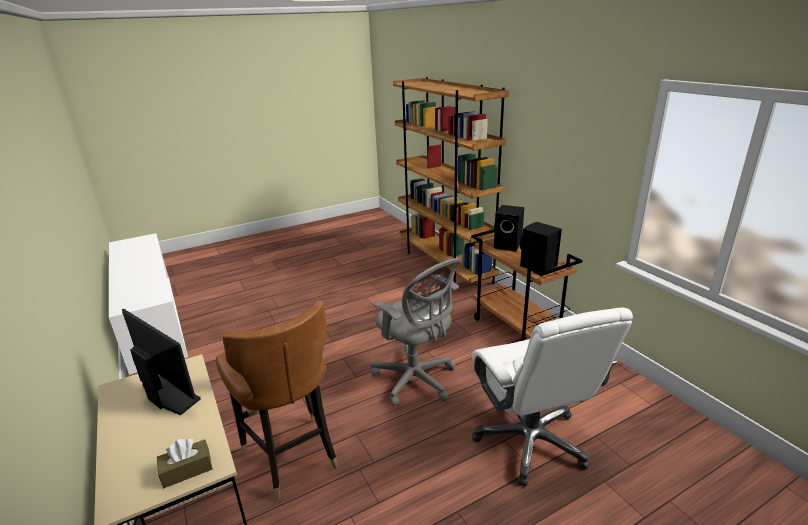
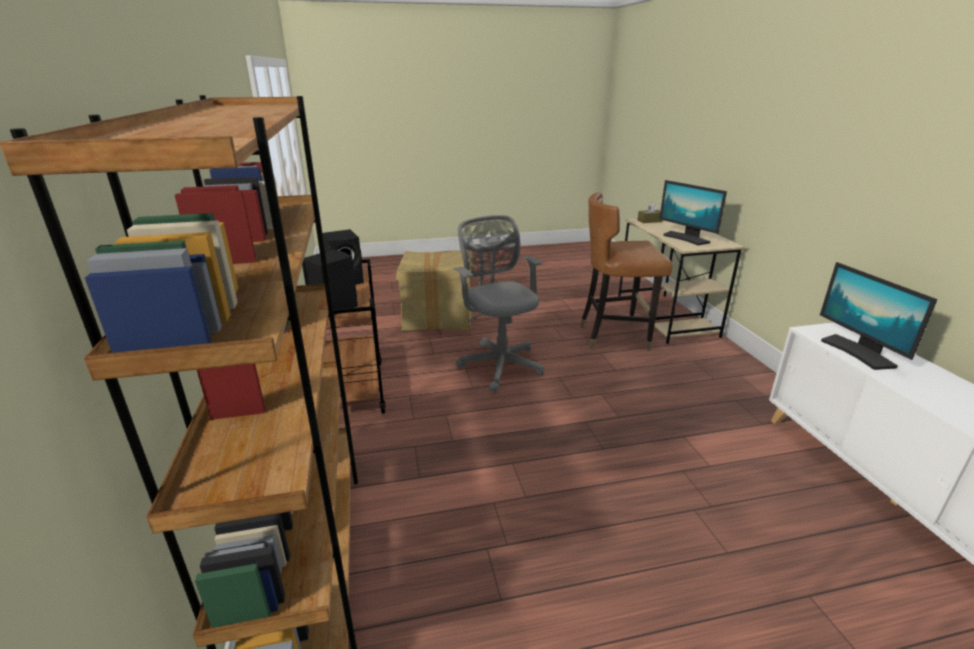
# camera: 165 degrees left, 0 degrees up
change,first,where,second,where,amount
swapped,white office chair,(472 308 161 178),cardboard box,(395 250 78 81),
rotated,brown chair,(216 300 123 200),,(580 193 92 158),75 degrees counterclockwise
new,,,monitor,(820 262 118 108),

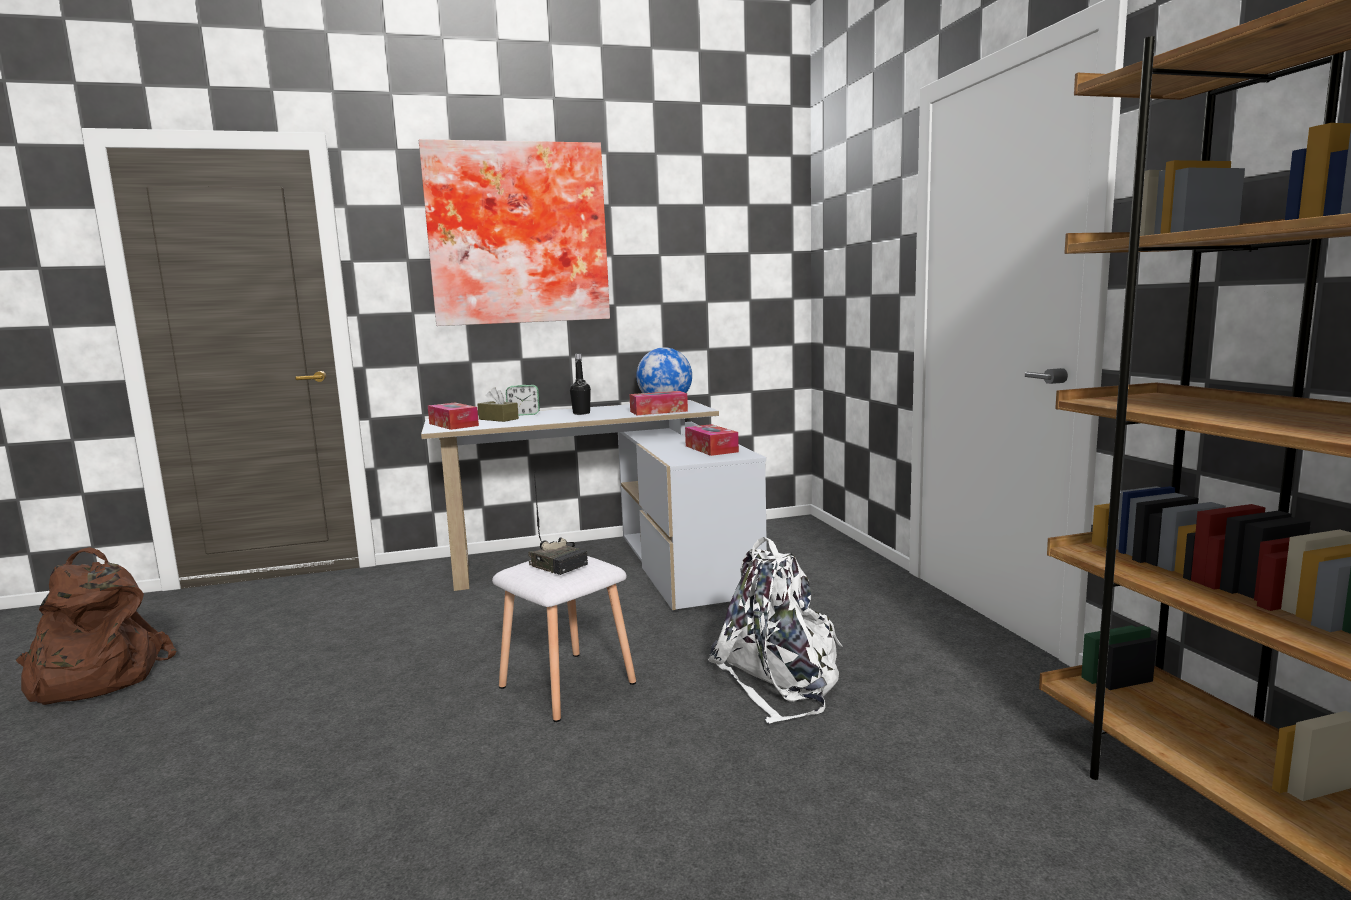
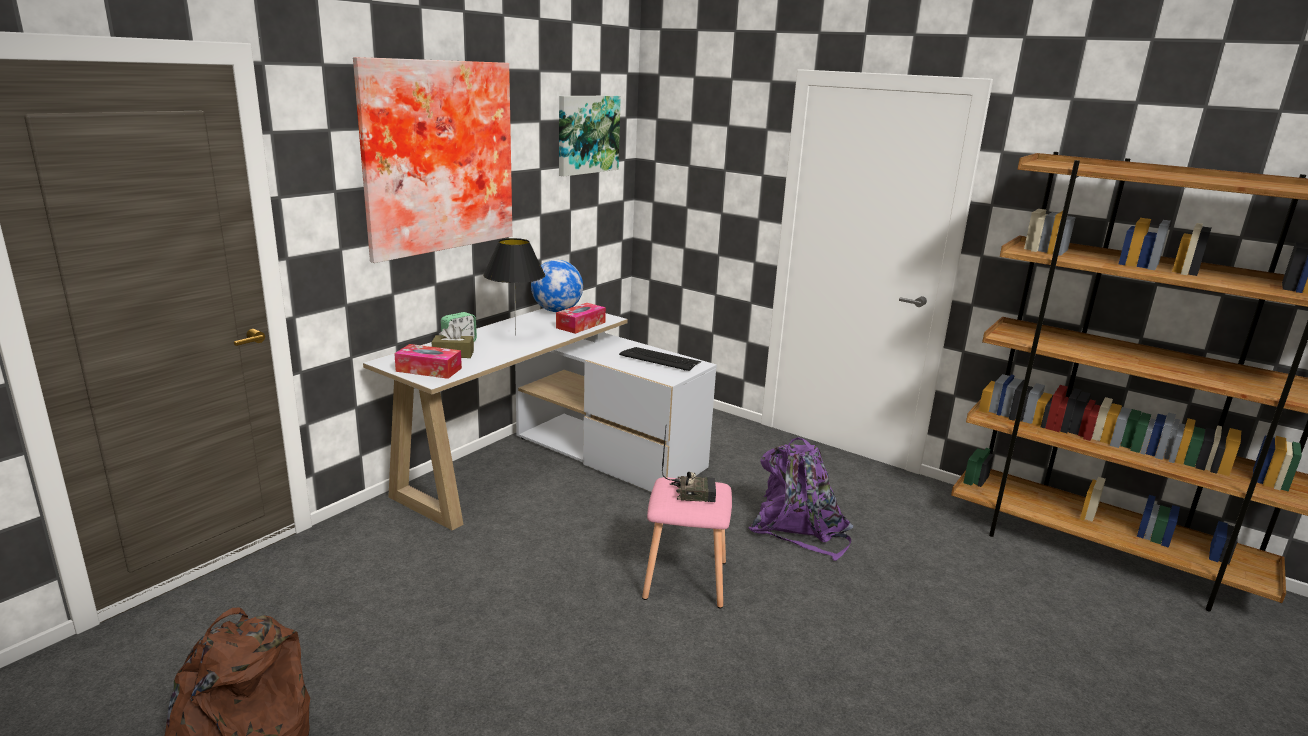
# camera: 40 degrees left, 10 degrees up
change,first,where,second,where,amount
swapped,black bottle,(570 353 21 62),black table lamp,(483 238 62 98),
new,,,picture,(559 95 62 81),
swapped,tissue box,(685 424 54 32),keyboard,(619 347 82 24),
repainted,white stool,(492 556 144 166),pink stool,(642 477 90 132),
repainted,white backpack,(708 537 135 187),purple backpack,(748 438 106 123),

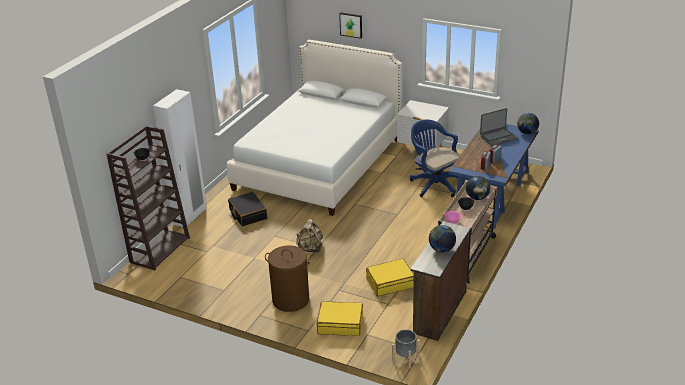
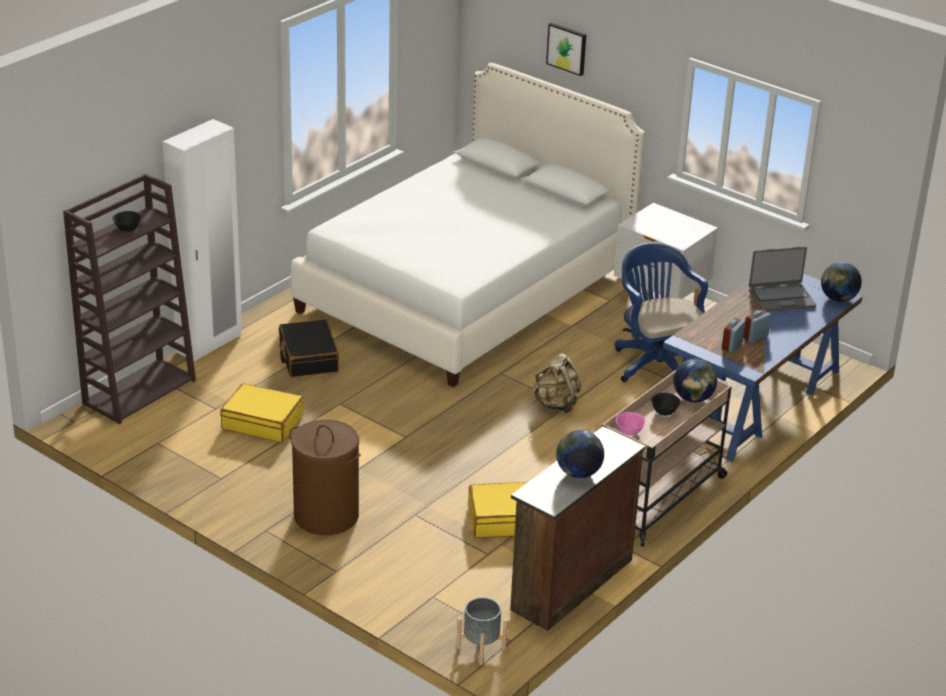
# camera: 10 degrees right, 0 degrees up
change,first,where,second,where,amount
shifted,yellow suitcase,(317 301 46 35),,(220 383 84 59),
shifted,beige backpack,(296 219 27 34),,(532 353 50 60),

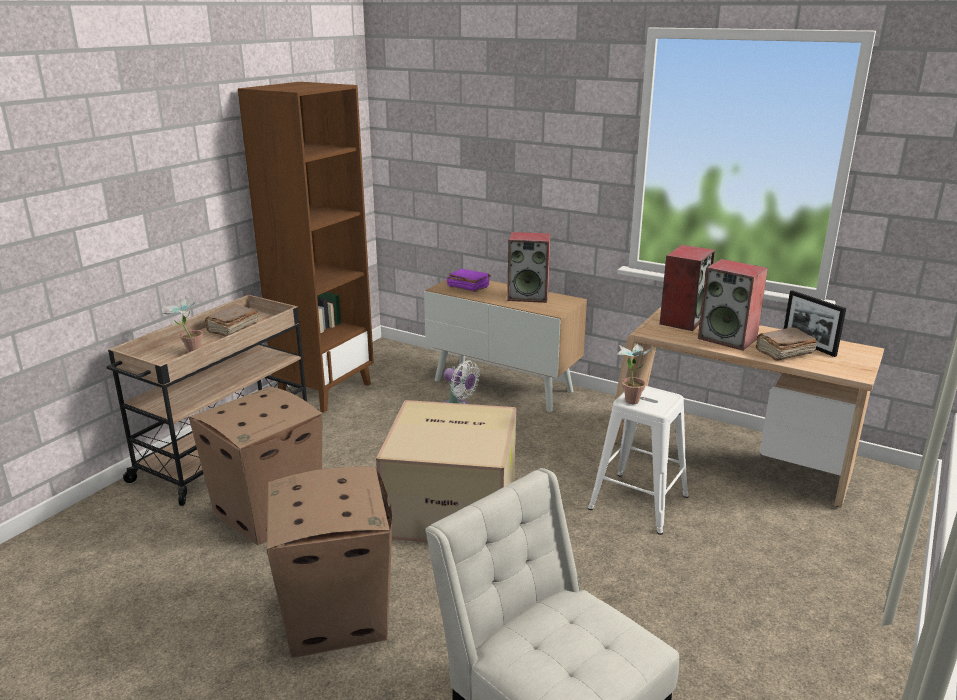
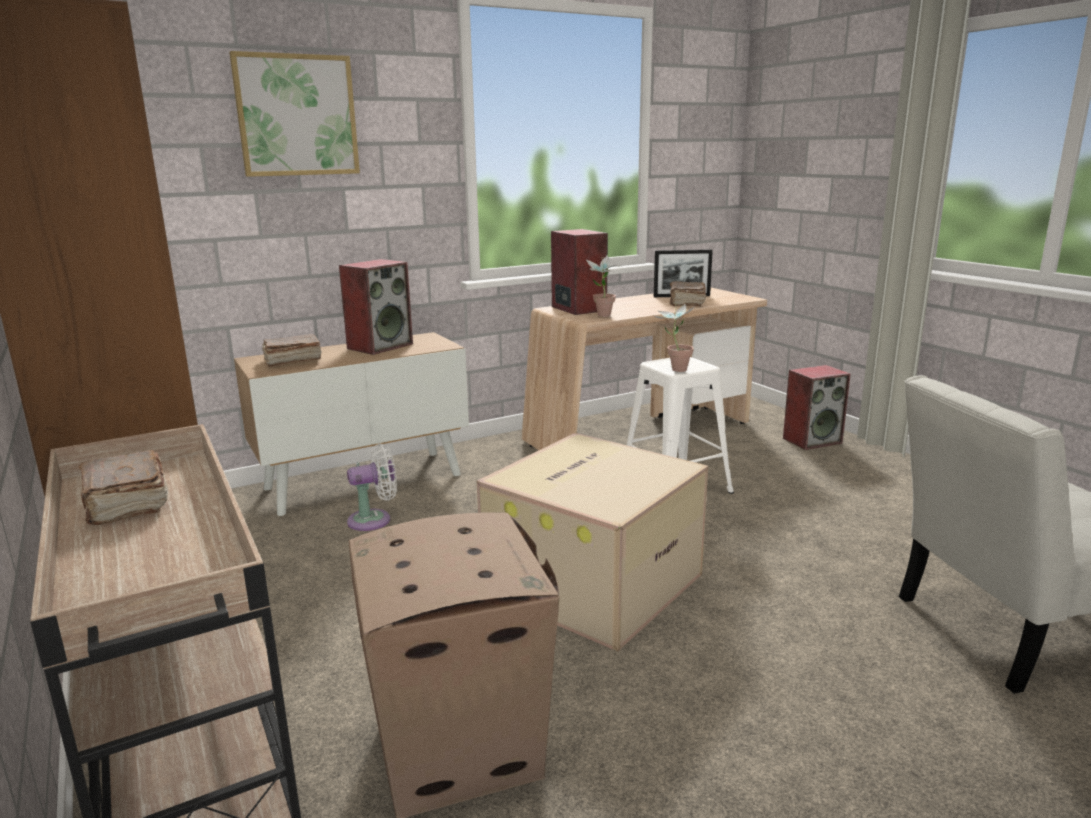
# camera: 60 degrees left, 5 degrees down
change,first,where,second,where,amount
new,,,picture,(229 51 131 126),
repainted,purple book,(447 268 44 24),brown book,(262 334 60 33),
shifted,potted plant,(163 296 40 57),,(586 256 35 61),
shifted,speaker,(698 259 70 91),,(783 365 68 85),
gone,cardboard box,(267 467 125 191),,,

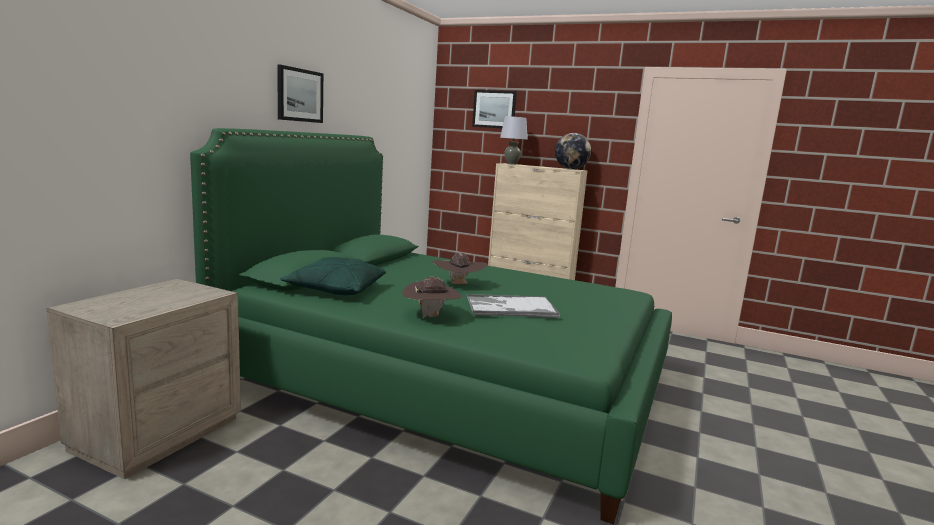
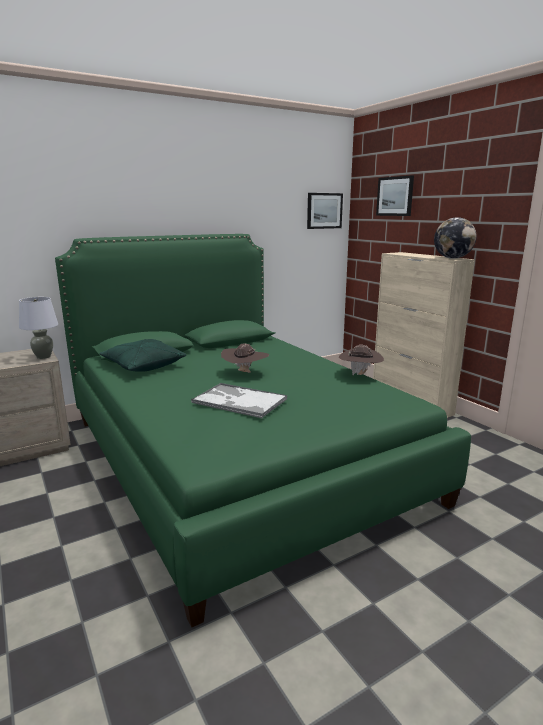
# camera: 35 degrees right, 5 degrees up
change,first,where,second,where,amount
shifted,grey table lamp,(500 116 28 49),,(19 297 39 62),
shifted,picture,(277 65 46 58),,(307 193 36 36),
shifted,brown hat,(402 277 60 42),,(339 345 45 30),

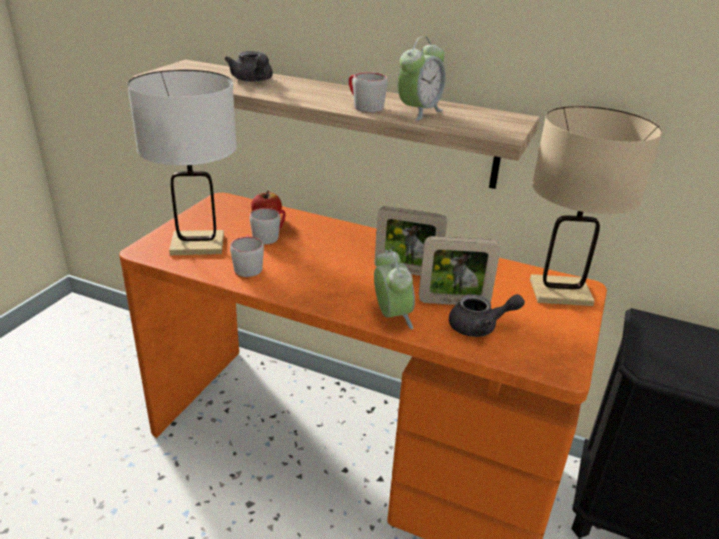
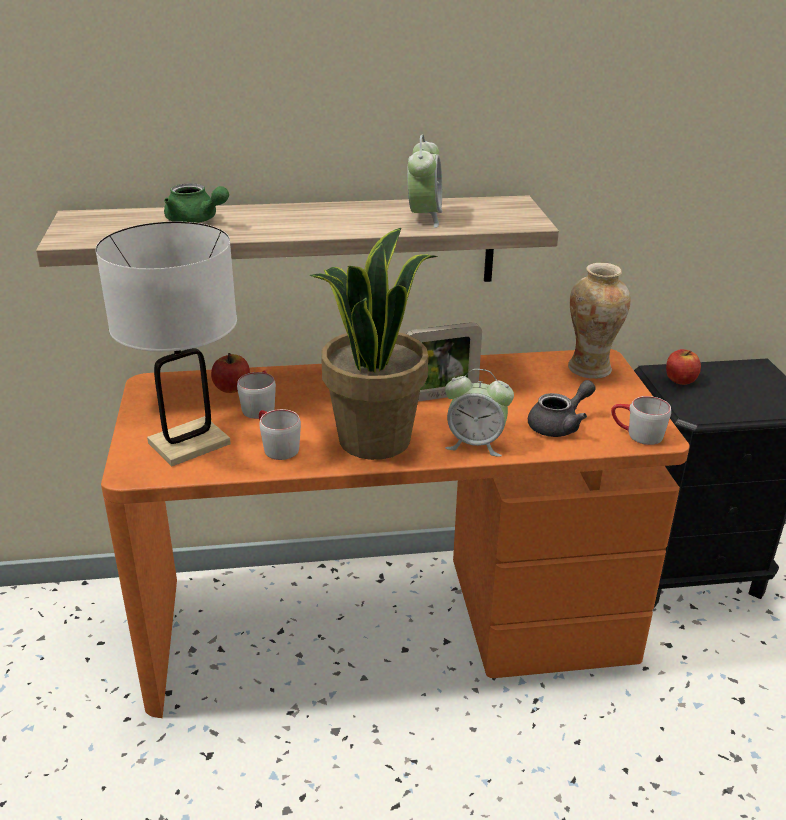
# camera: 30 degrees left, 0 degrees up
change,first,where,second,where,amount
repainted,grey teapot,(225 51 48 31),green teapot,(164 183 65 40),
new,,,potted plant,(309 228 129 232),
rotated,alarm clock,(374 249 41 80),,(445 369 69 88),150 degrees clockwise
swapped,beige table lamp,(530 106 132 200),vase,(568 263 62 116),
shifted,grey mug,(349 72 39 40),,(611 396 60 49),
new,,,apple,(666 349 35 36),
gone,picture frame,(419 236 81 69),,,

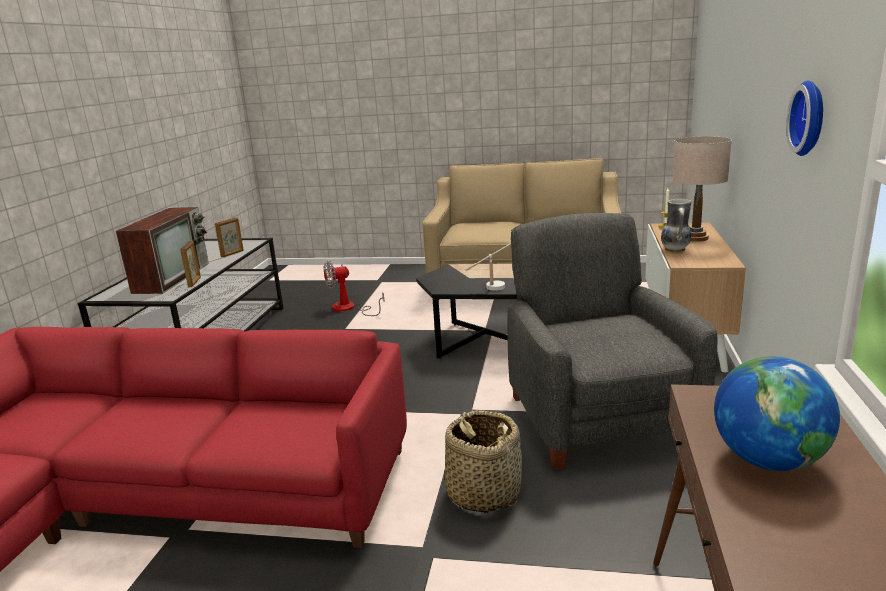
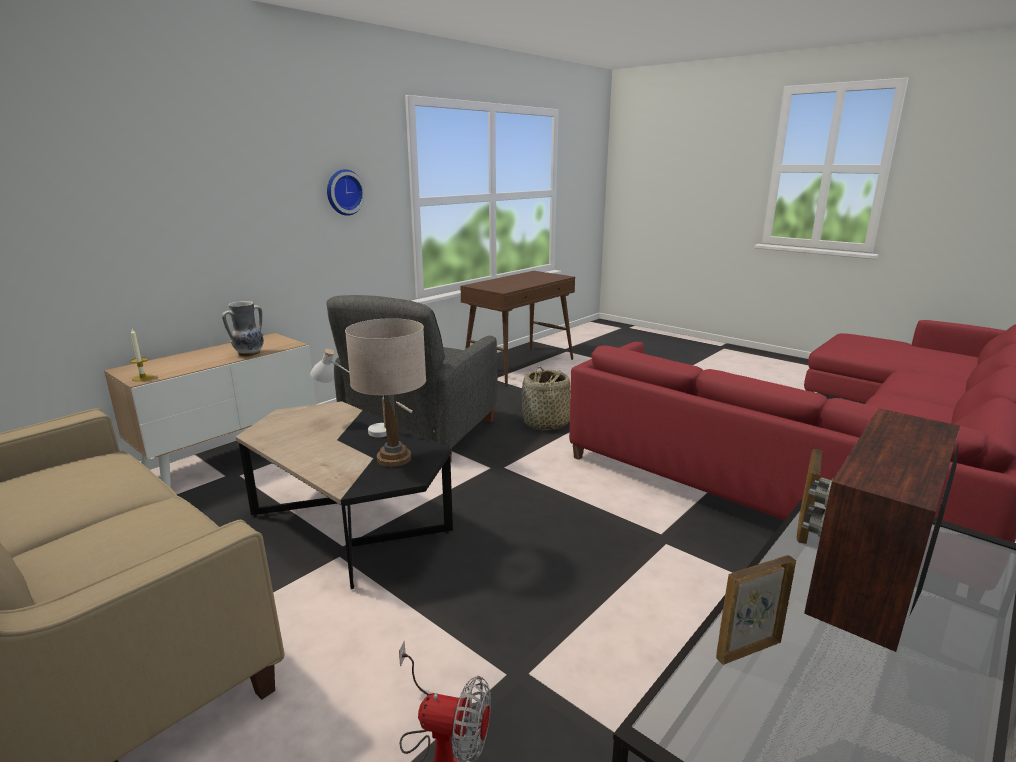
# camera: 150 degrees left, 0 degrees up
change,first,where,second,where,amount
shifted,beige table lamp,(672 136 60 106),,(345 318 81 149),
gone,globe,(714 356 126 115),,,

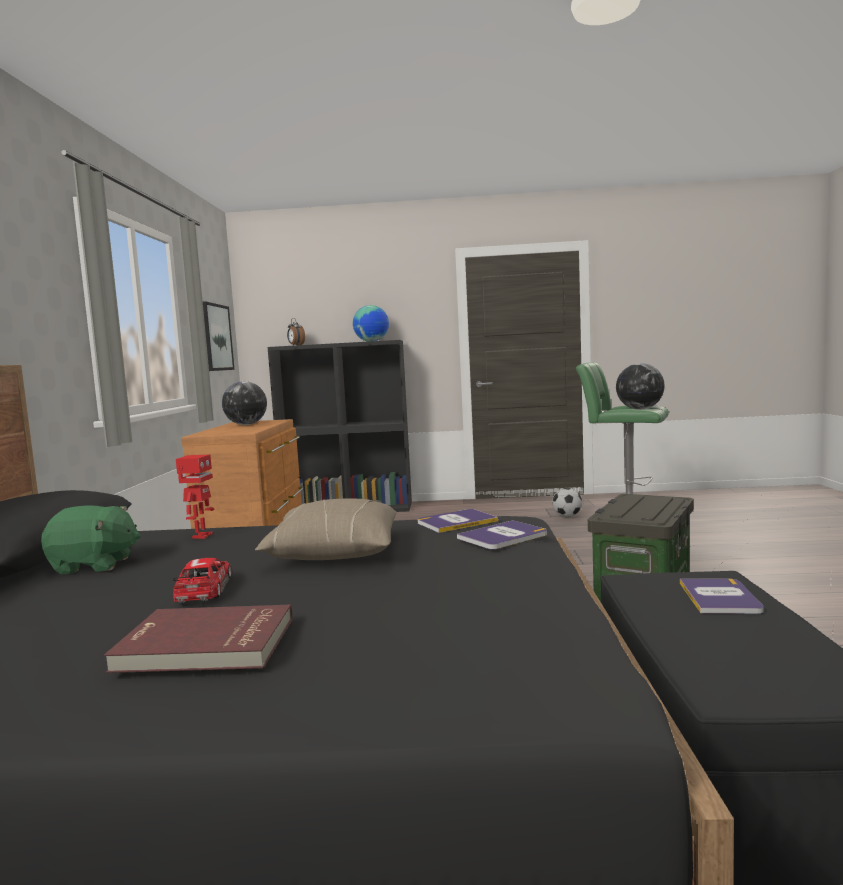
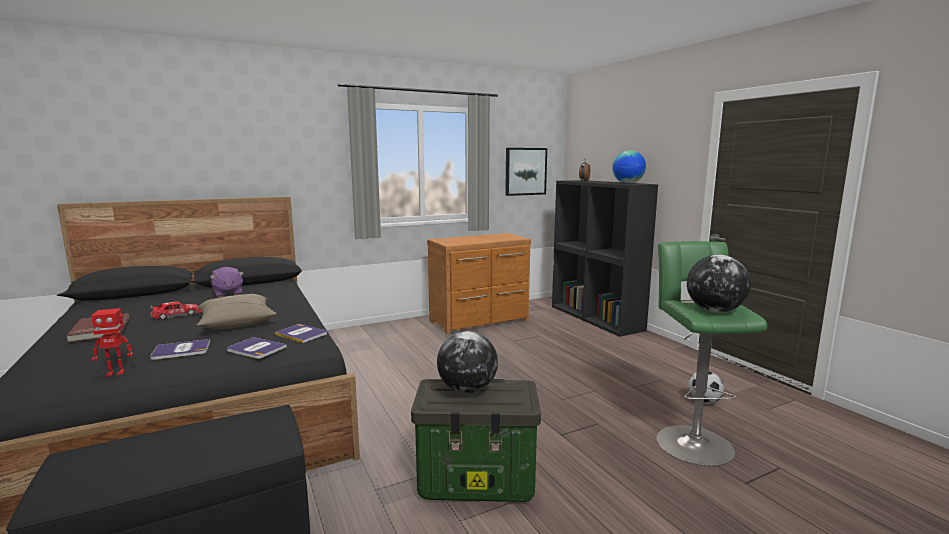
# camera: 60 degrees right, 5 degrees up
change,first,where,second,where,amount
shifted,toy robot,(176 455 38 84),,(91 308 42 69),
shifted,book,(680 579 84 35),,(150 339 60 21),
repainted,green plush toy,(41 505 100 69),purple plush toy,(210 267 34 30),
shifted,globe,(222 381 45 44),,(437 331 61 62),

